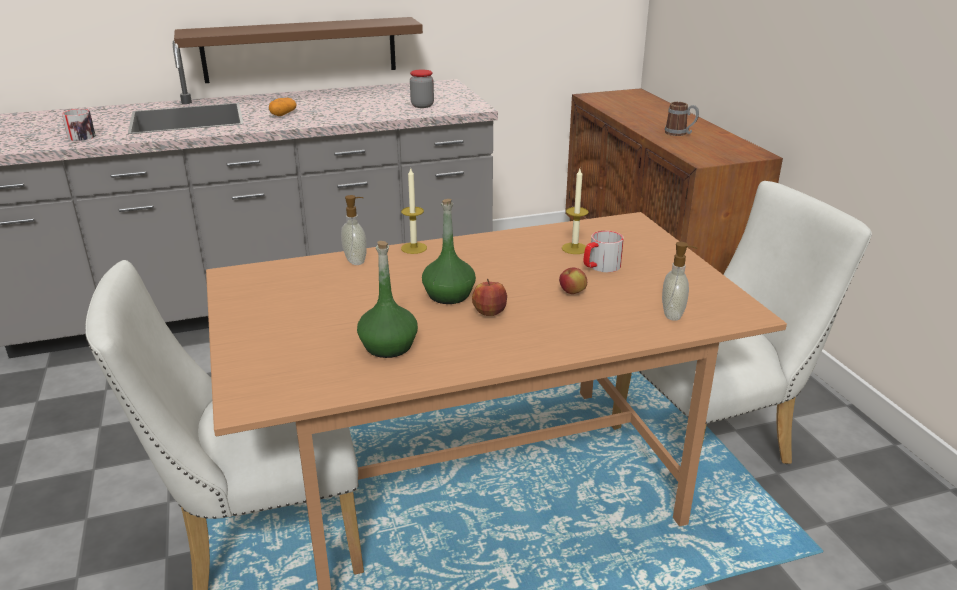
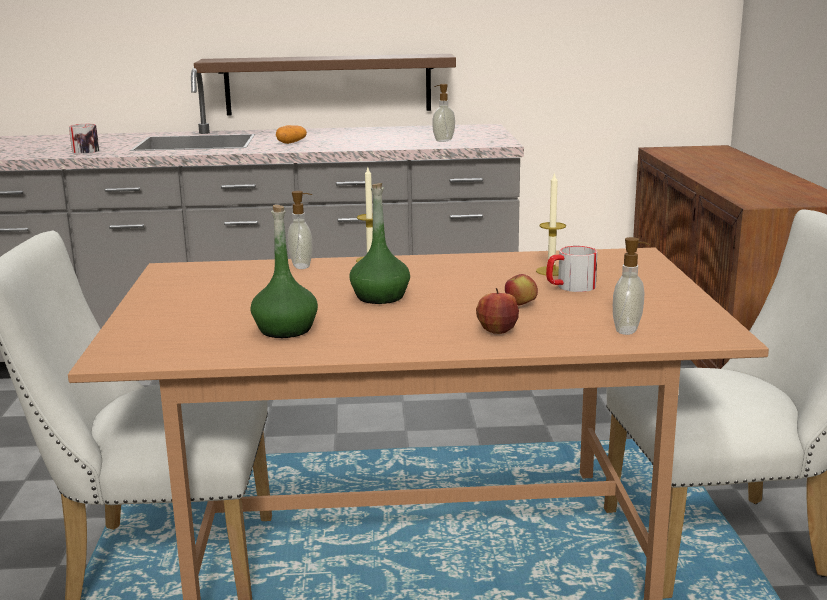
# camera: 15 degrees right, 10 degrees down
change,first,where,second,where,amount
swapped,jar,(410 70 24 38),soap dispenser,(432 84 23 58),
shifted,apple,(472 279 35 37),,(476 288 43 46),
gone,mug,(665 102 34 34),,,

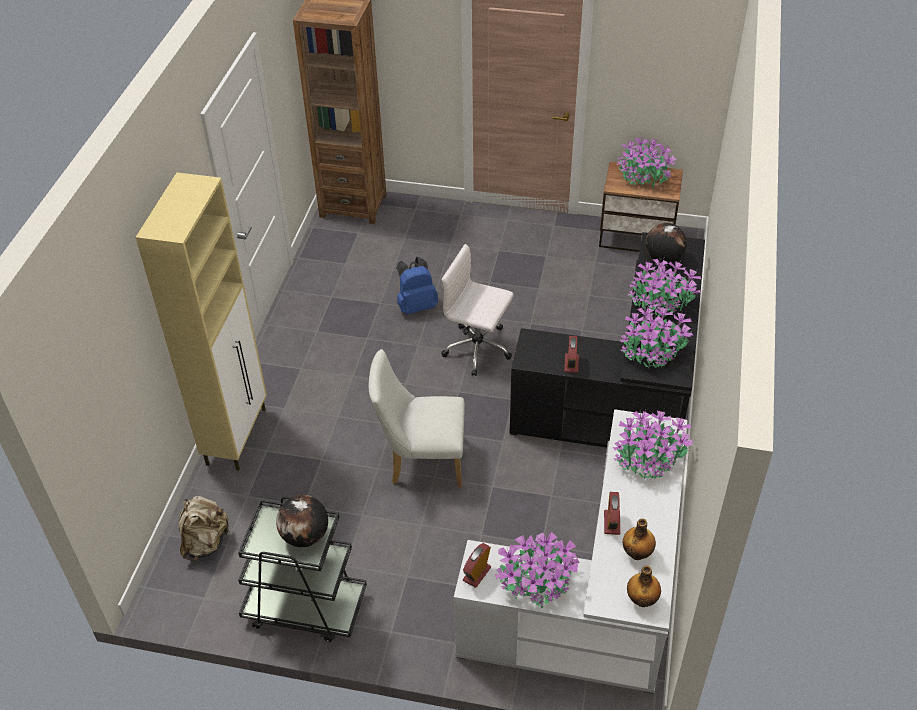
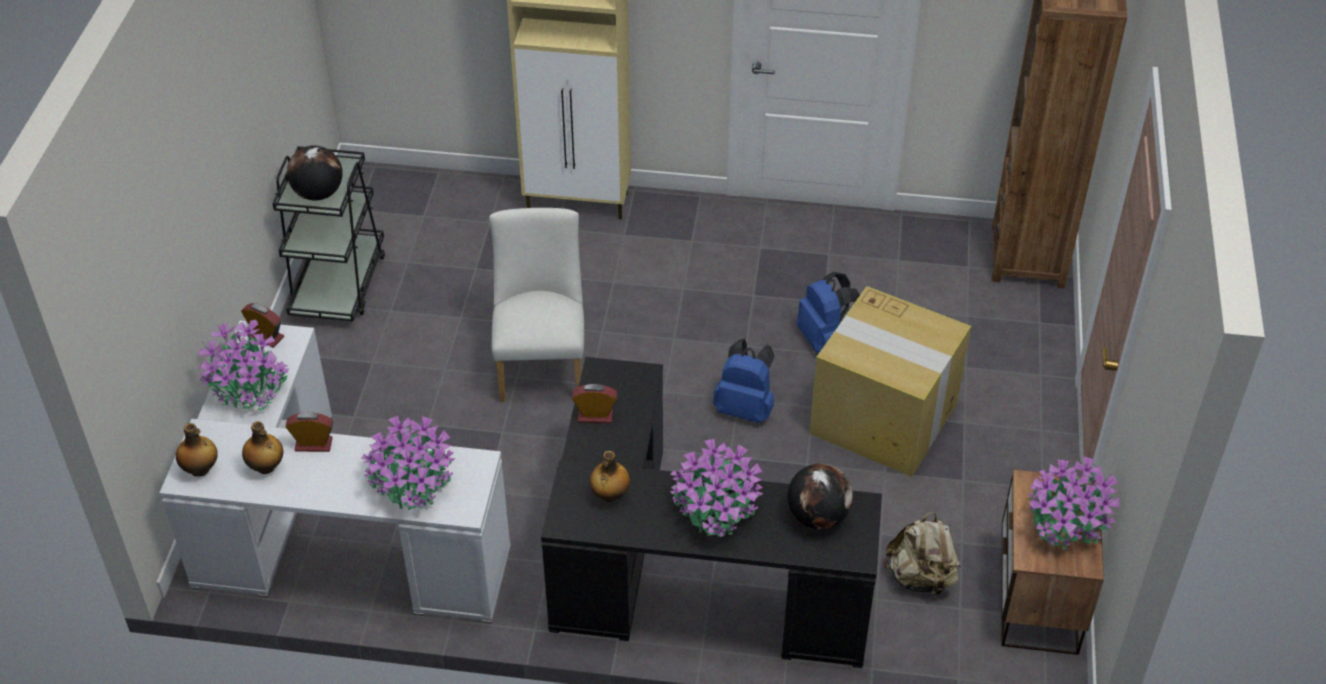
# camera: 85 degrees right, 0 degrees up
change,first,where,second,where,amount
swapped,potted plant,(620 305 73 64),bottle,(590 451 40 51),
swapped,white office chair,(441 244 73 132),blue backpack,(713 338 61 85),
new,,,cardboard box,(809 286 162 191),
shifted,beige backpack,(179 496 52 65),,(883 512 78 85),

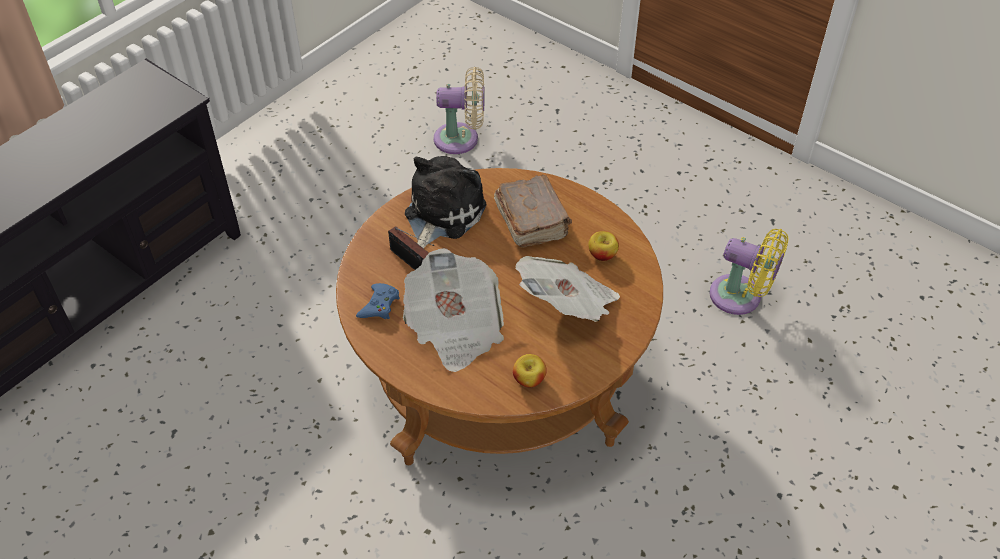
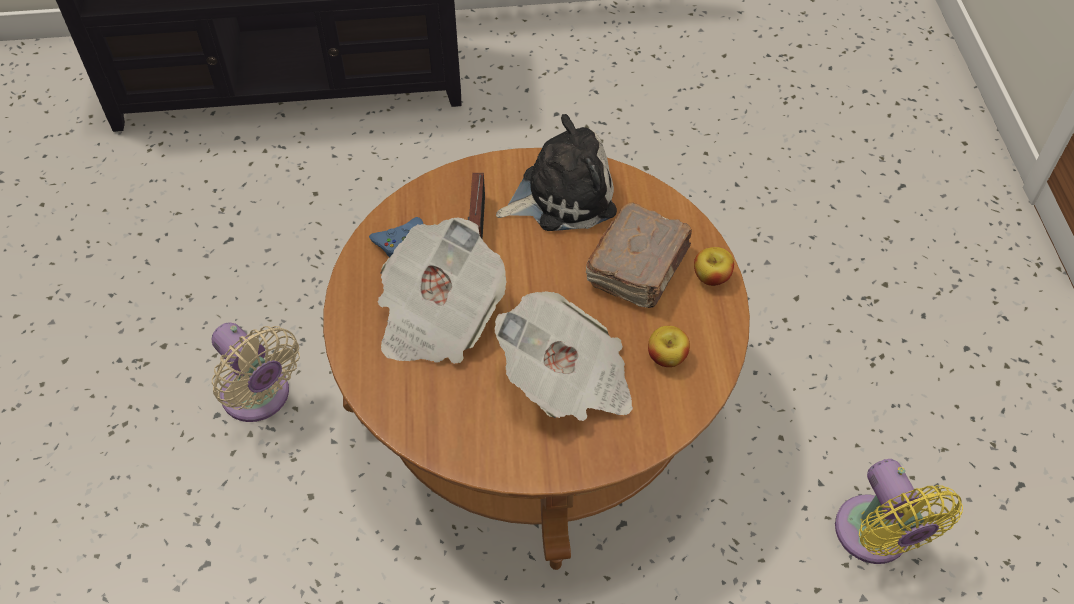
# camera: 45 degrees right, 5 degrees up
change,first,where,second,where,amount
shifted,beige fan,(434 67 51 87),,(212 323 88 99),
shifted,apple,(513 354 34 34),,(694 247 40 39),

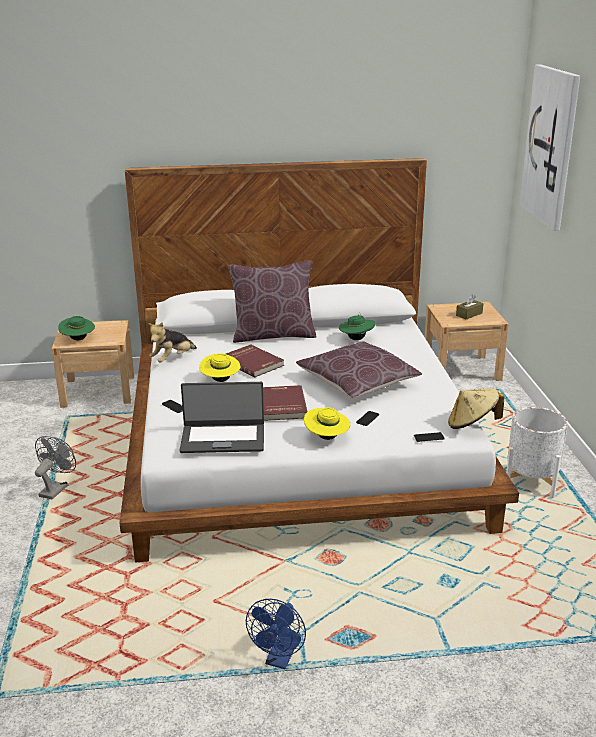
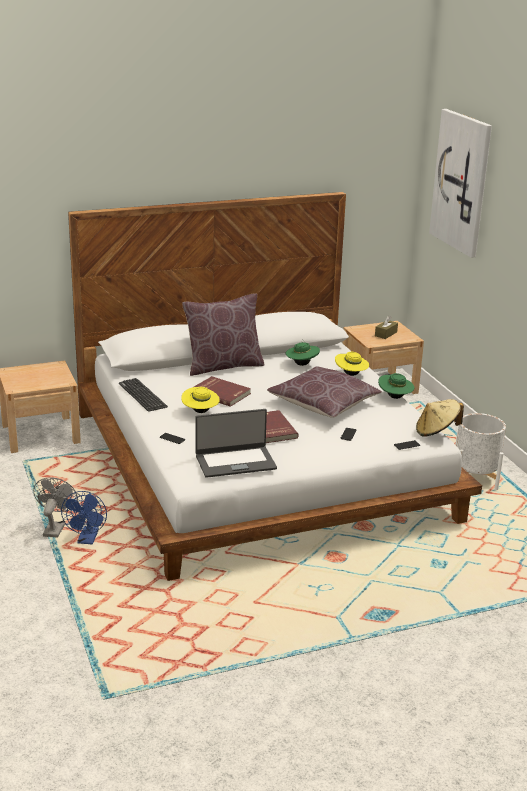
# camera: 15 degrees left, 0 degrees up
change,first,where,second,where,amount
shifted,blue fan,(246 599 60 70),,(61 491 46 54),
swapped,plush toy,(148 322 49 41),keyboard,(119 378 49 34),
shifted,yellow hat,(304 407 46 33),,(335 352 34 24),
shifted,green hat,(58 316 37 25),,(378 373 37 26),

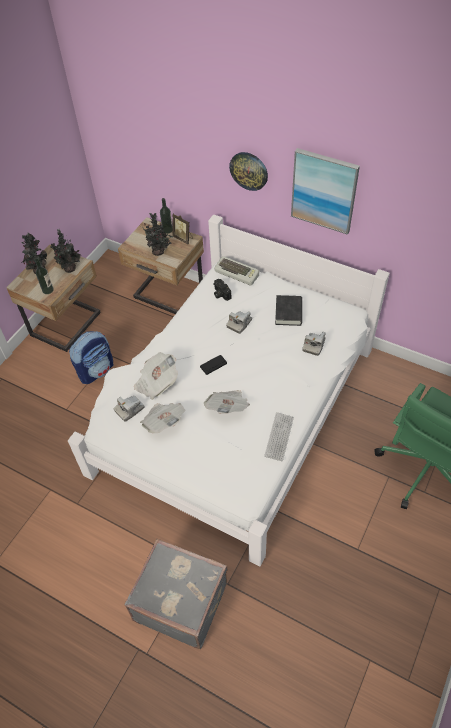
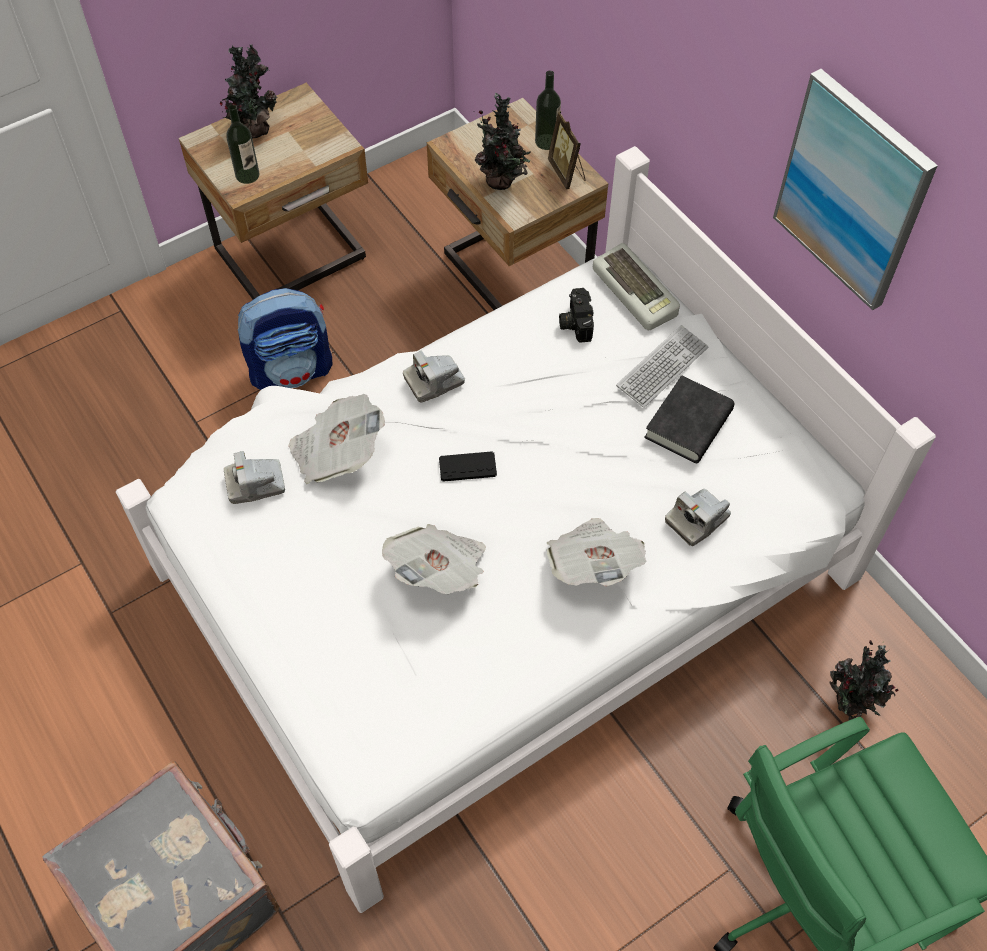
# camera: 25 degrees right, 5 degrees up
change,first,where,second,where,amount
shifted,photo camera,(226 311 26 23),,(403 350 62 52),
shifted,newspaper,(140 403 45 30),,(547 518 99 68),
shifted,keyboard,(264 412 30 50),,(616 325 92 83),
shifted,potted plant,(51 229 30 44),,(830 640 69 80),
gone,wall clock,(229 152 39 39),,,

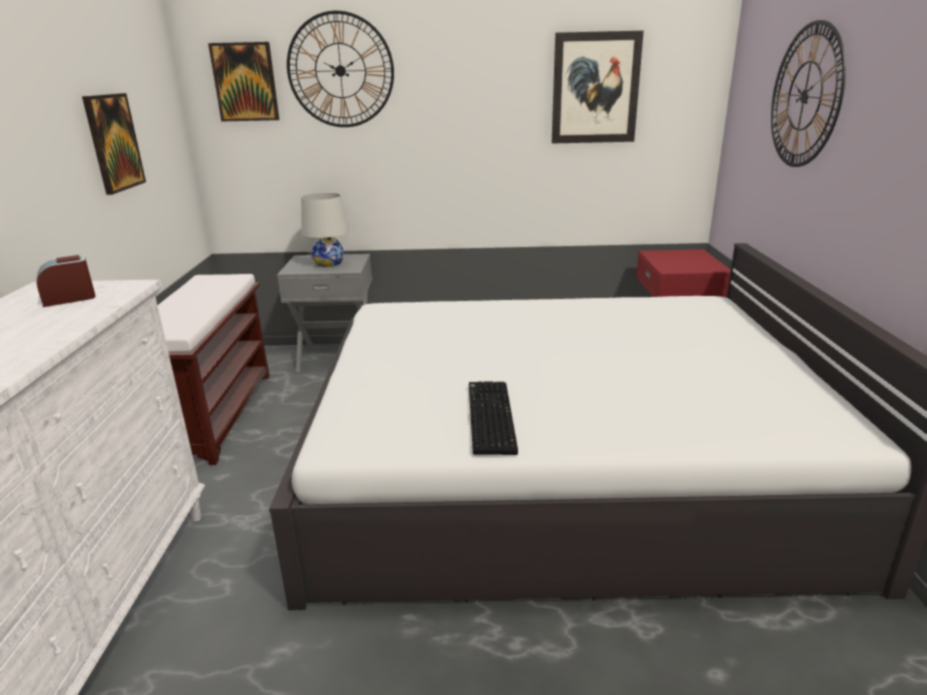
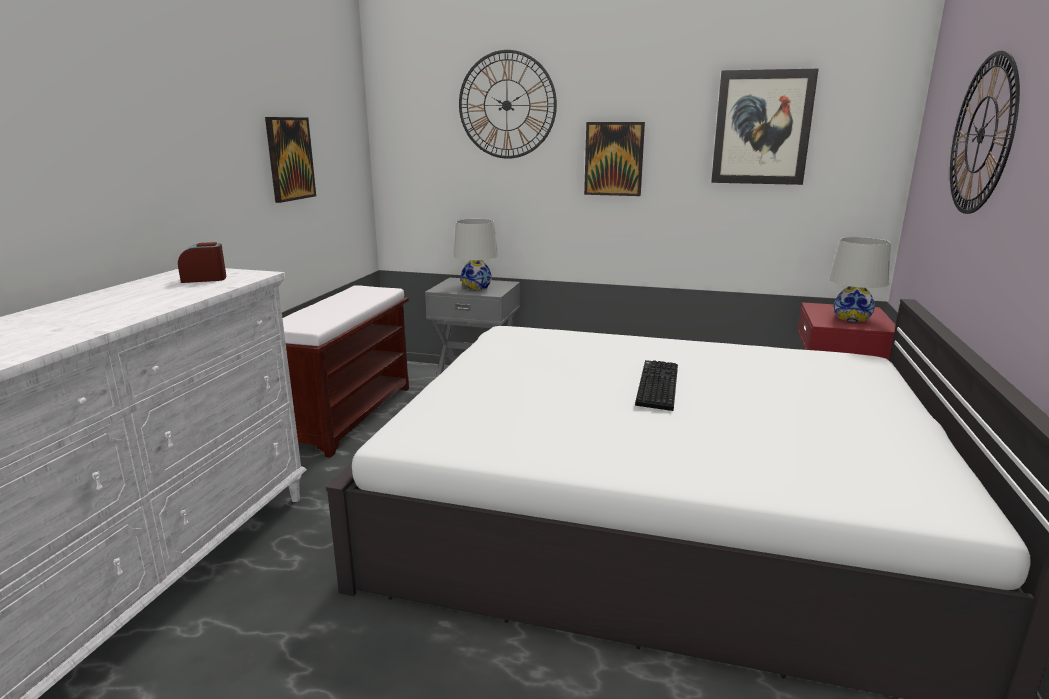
# camera: 15 degrees right, 5 degrees down
change,first,where,second,where,amount
shifted,picture,(208 42 71 79),,(584 122 61 74),
shifted,keyboard,(469 381 49 74),,(635 360 43 51),
new,,,white table lamp,(829 237 62 85),

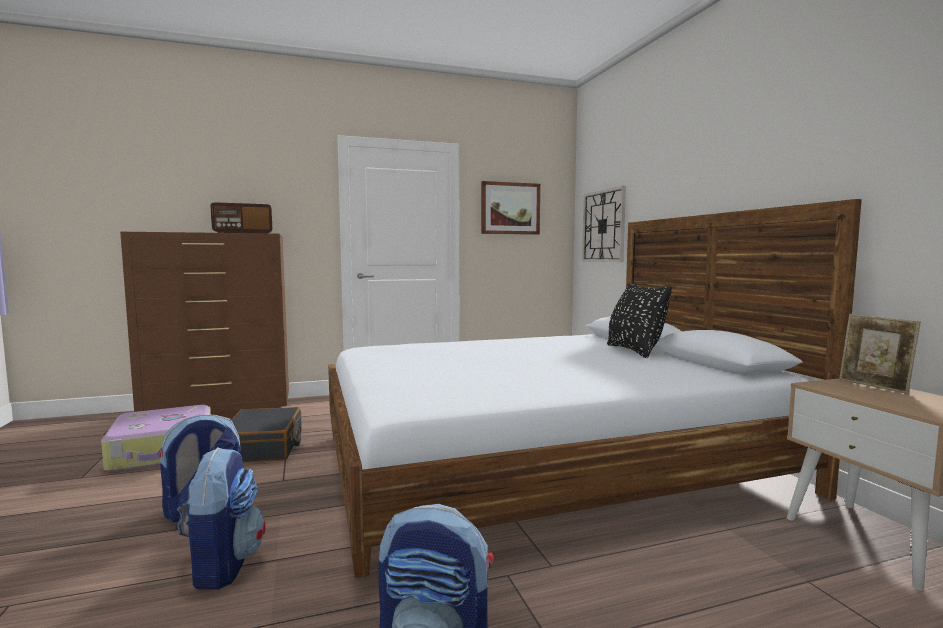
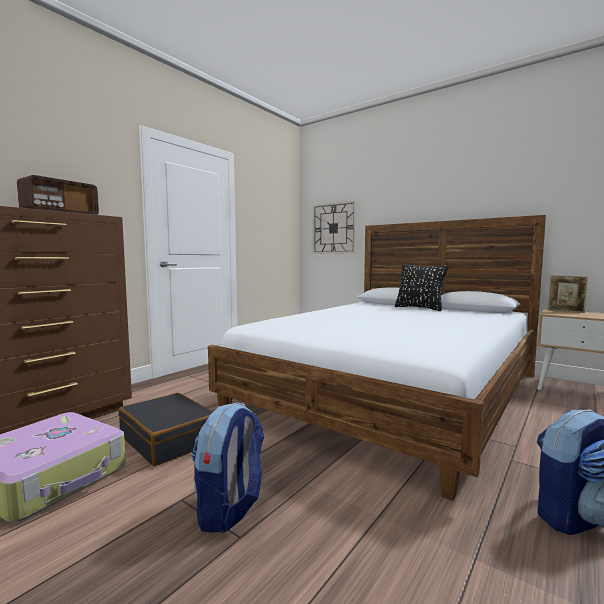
# camera: 35 degrees left, 0 degrees up
change,first,where,second,where,amount
gone,backpack,(177 447 89 143),,,
gone,picture,(481 181 59 54),,,

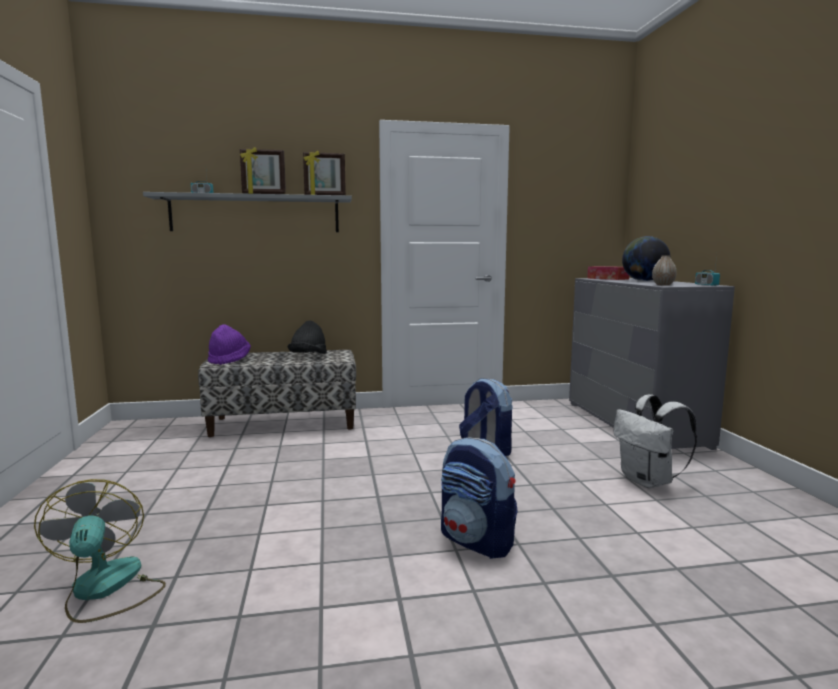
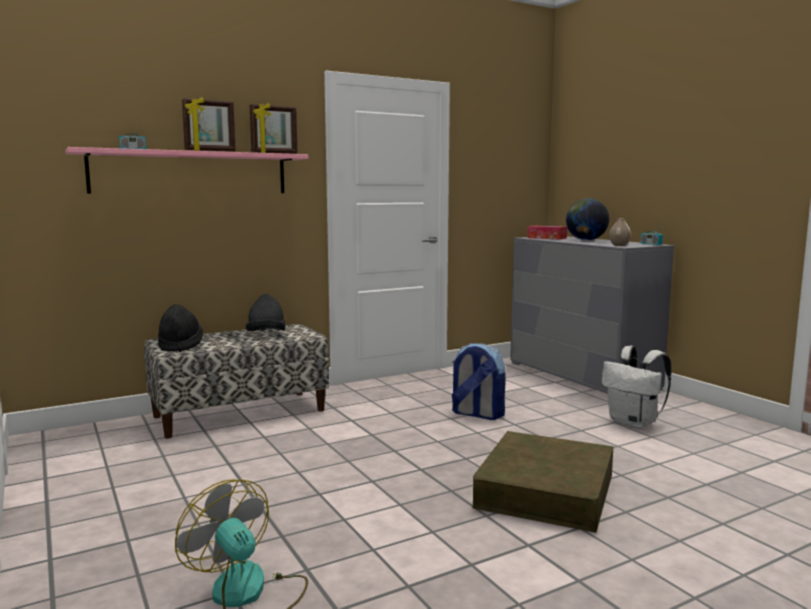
# camera: 20 degrees left, 0 degrees up
change,first,where,second,where,amount
repainted,grey shelf,(143 192 209 40),pink shelf,(65 147 243 46),
repainted,purple hat,(208 324 43 41),black hat,(158 304 45 48),
swapped,backpack,(441 437 77 122),brown storage box,(473 431 141 102),

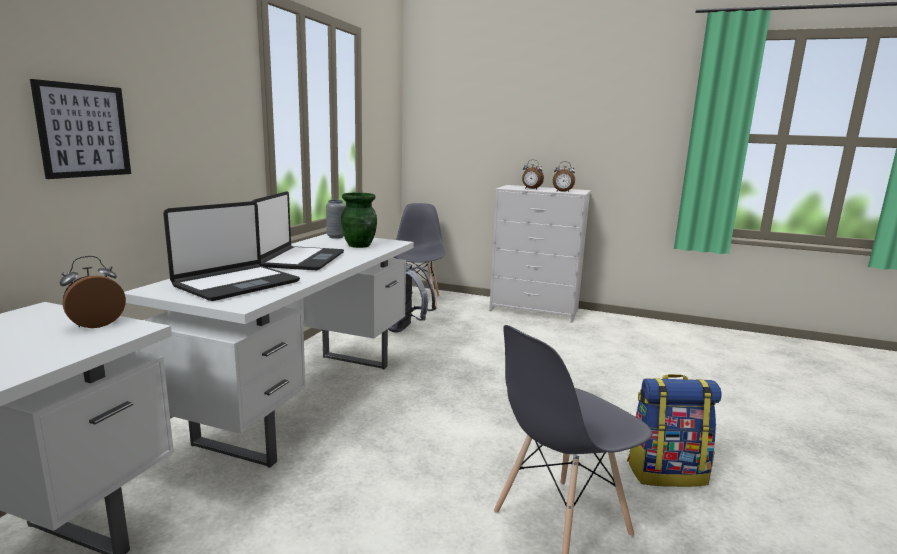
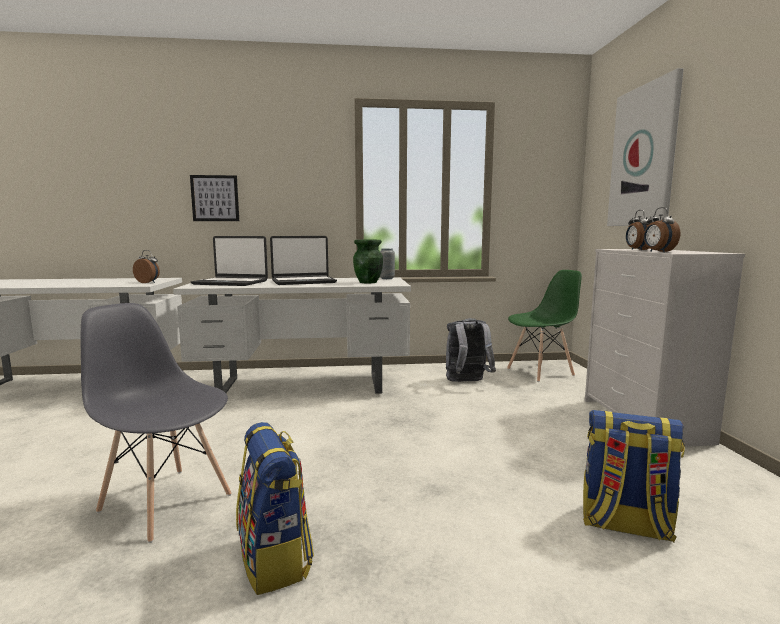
# camera: 65 degrees right, 5 degrees down
change,first,where,second,where,amount
repainted,grey chair,(393 203 52 106),green chair,(507 270 75 112),
new,,,backpack,(583 410 102 132),
new,,,picture,(607 68 77 158),

